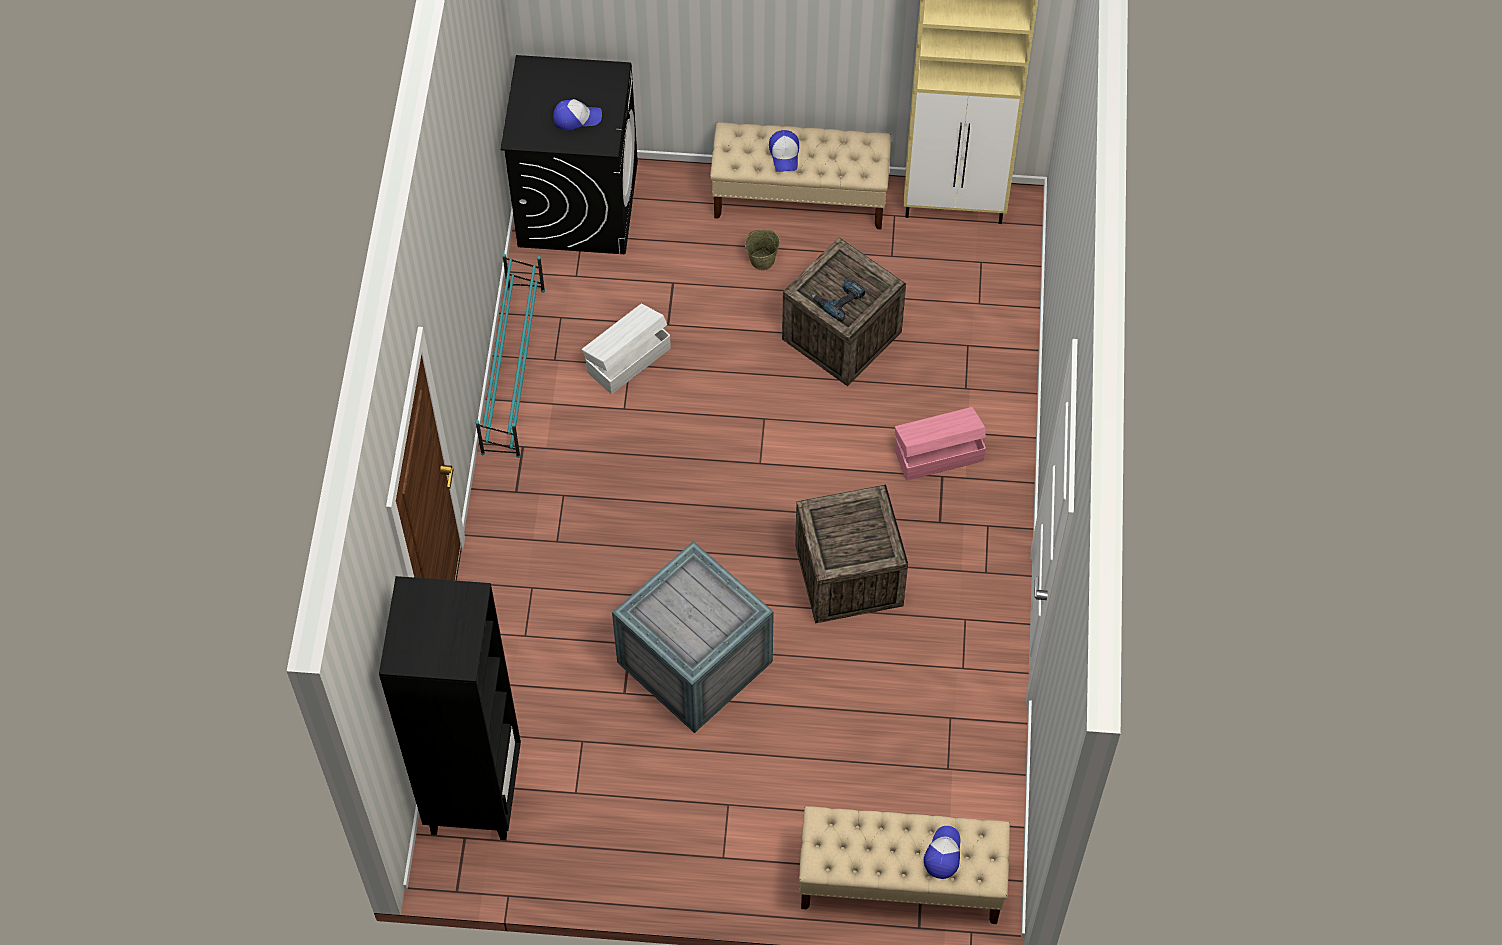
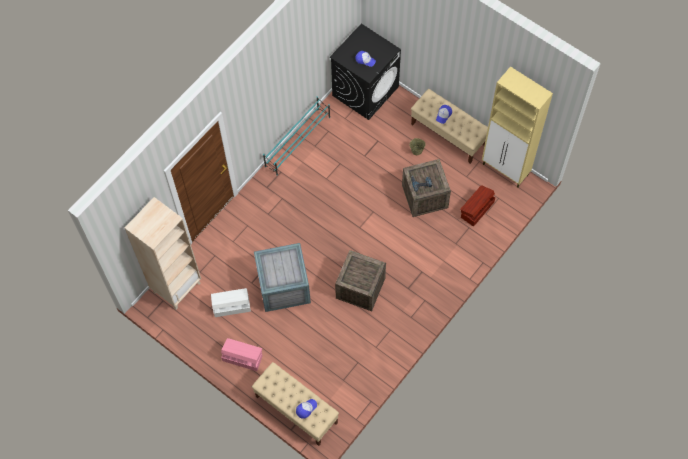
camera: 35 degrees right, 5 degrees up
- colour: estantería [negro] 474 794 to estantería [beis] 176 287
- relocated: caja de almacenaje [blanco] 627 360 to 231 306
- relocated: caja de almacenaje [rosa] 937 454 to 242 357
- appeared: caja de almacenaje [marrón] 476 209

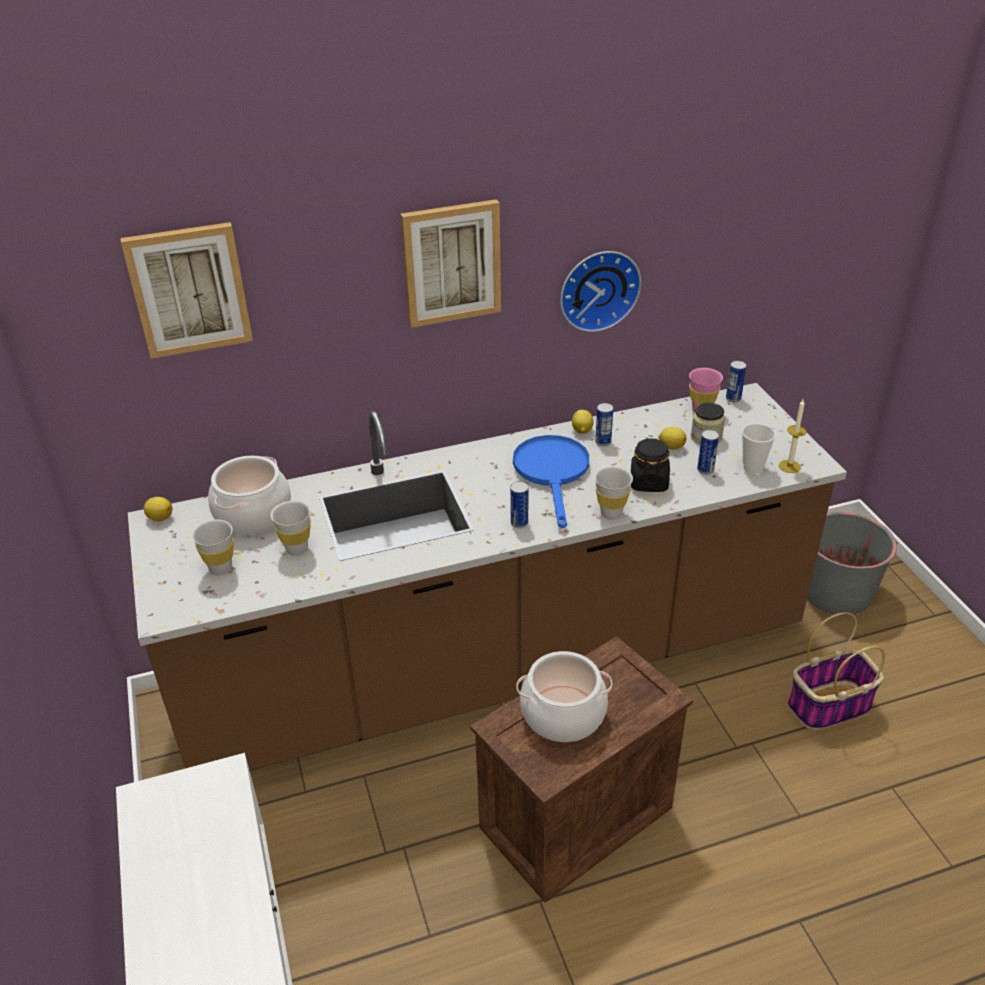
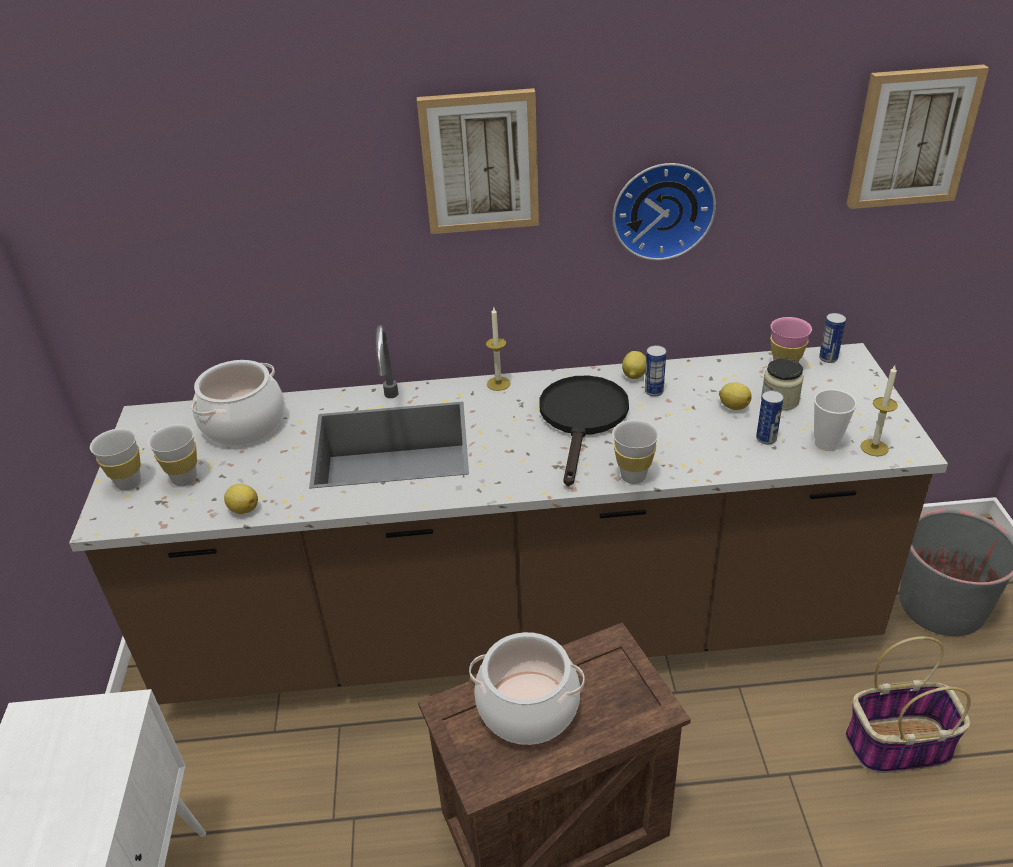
camera: 15 degrees right, 0 degrees up
- relocated: cuadro 189 289 to 912 137
- relocated: limón 159 518 to 243 509
- relocated: taza [blanco] 297 549 to 129 483
- missing: lata 519 523
- colour: sartén [azul] 552 473 to sartén [negro] 582 419
- missing: tarro [negro] 648 482
- appeared: vela 498 383

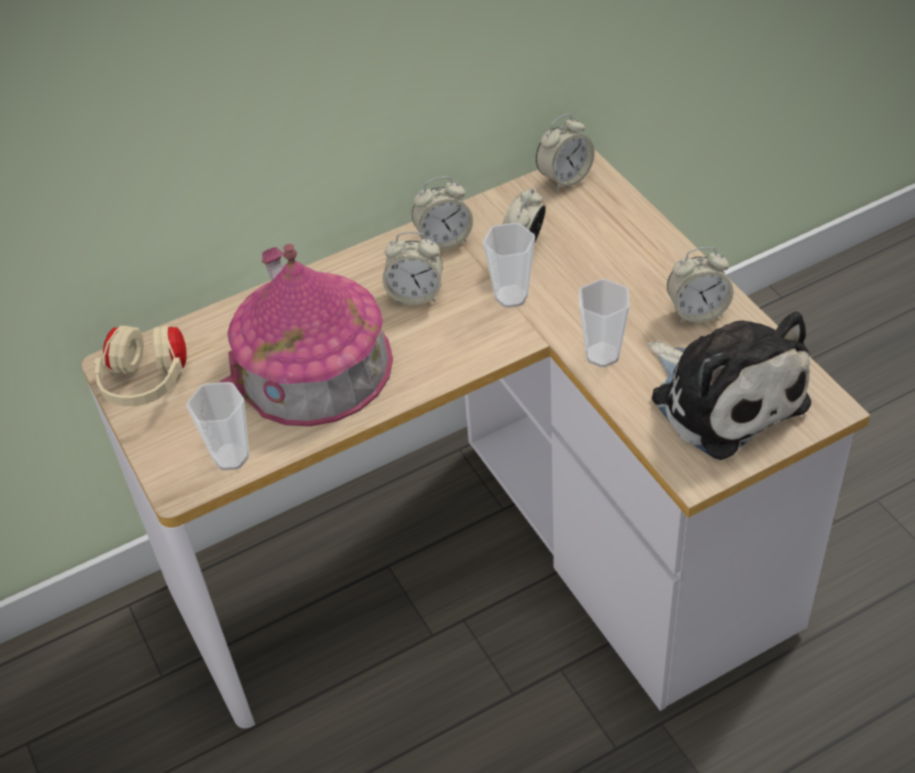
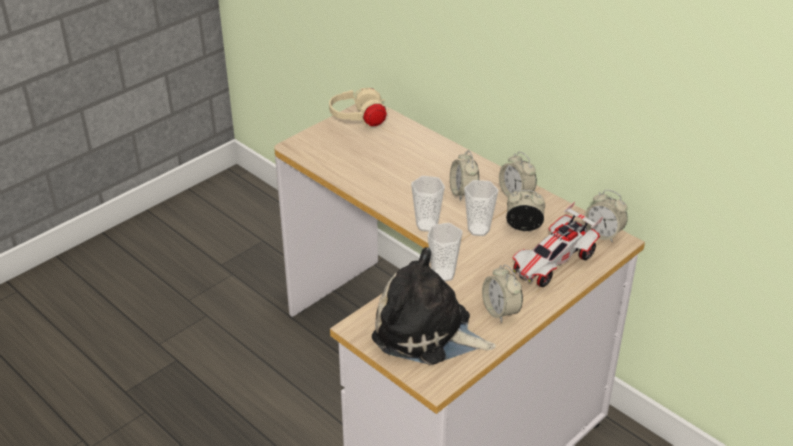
camera: 70 degrees right, 10 degrees down
- relocated: taza 231 457 to 427 225
- missing: casita 312 365
- spun: peluche 724 396 = 427 332 75 degrees clockwise
- appeared: coche de juguete 553 263

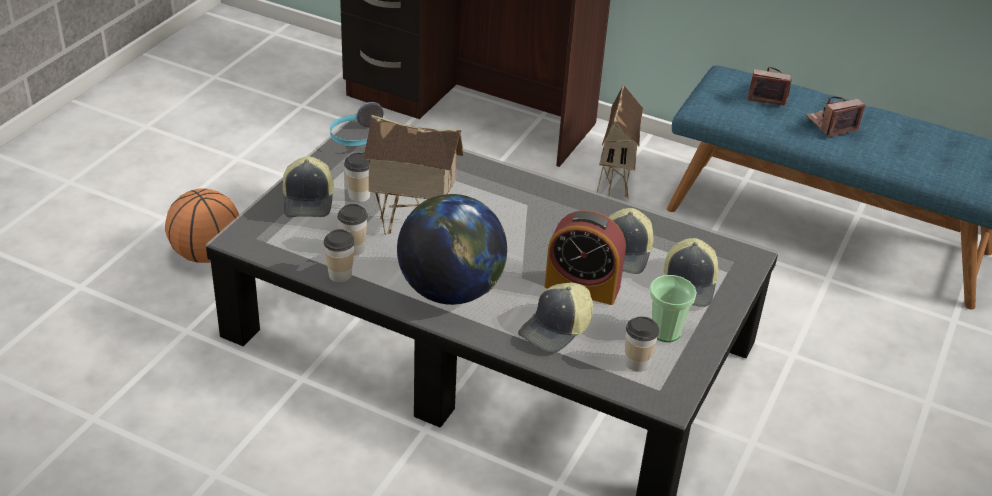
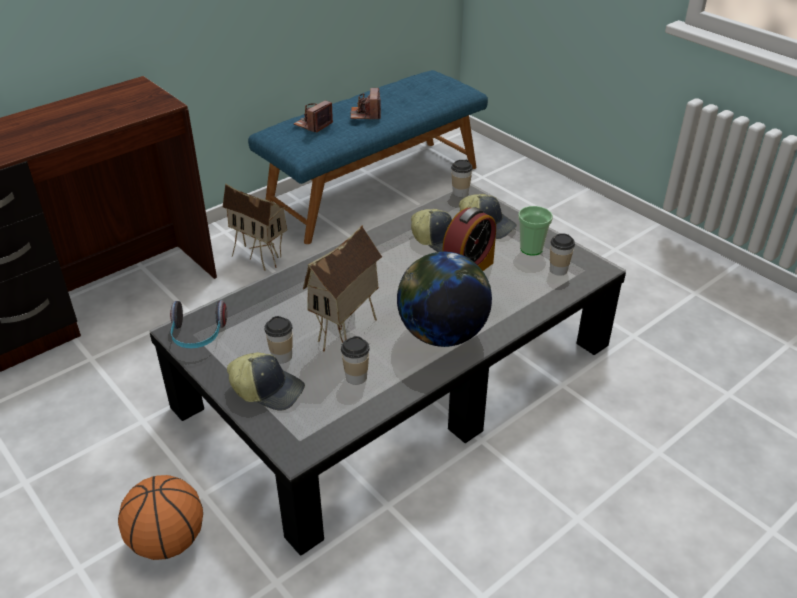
camera: 65 degrees left, 0 degrees up
- relocated: taza 340 274 to 460 193
- missing: gorra 557 329

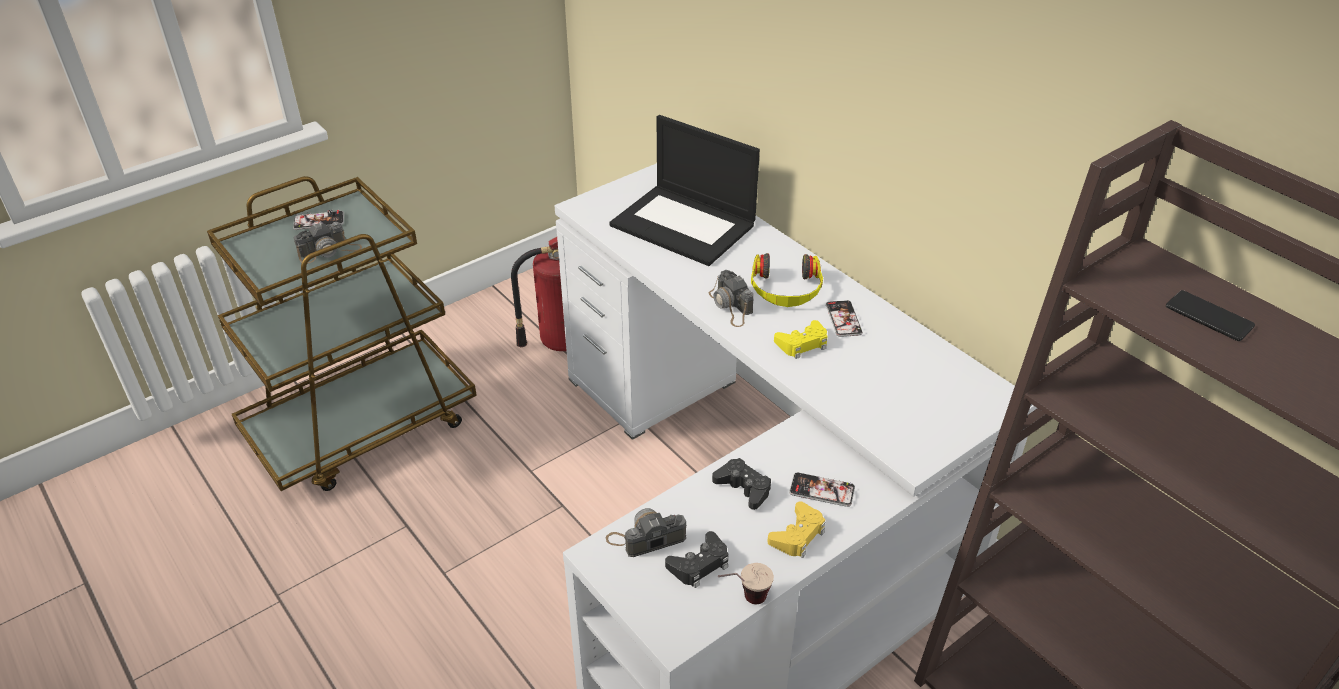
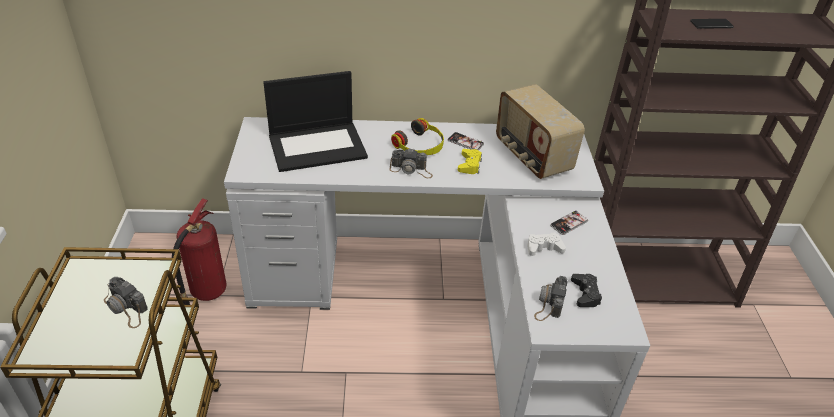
camera: 55 degrees left, 0 degrees up
- missing: móvil 319 221
- spun: cámara 329 251 = 126 308 120 degrees clockwise
- colour: mando de consola [negro] 743 488 to mando de consola [blanco] 543 248
- missing: taza 743 600
- missing: mando de consola [amarillo] 797 535
- appeared: radio 531 156

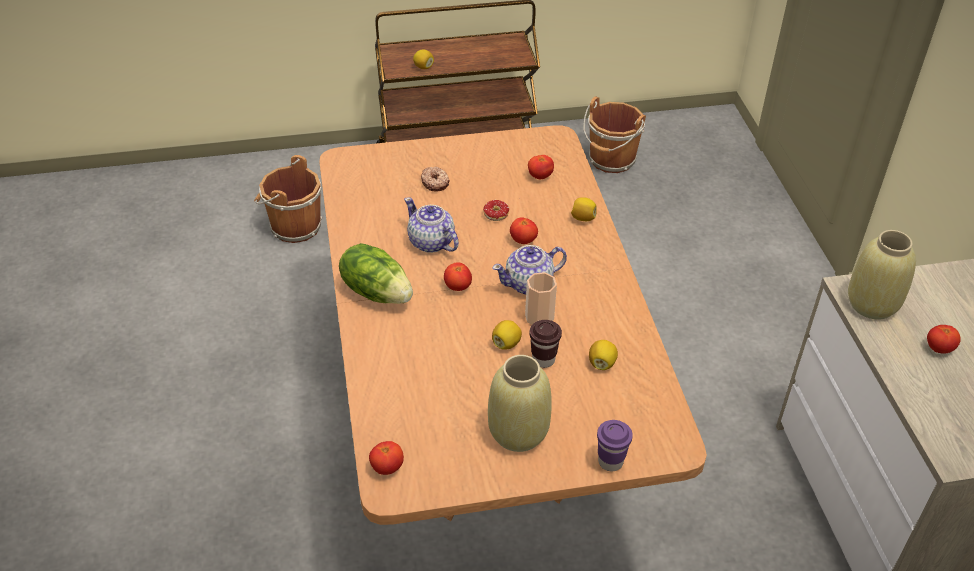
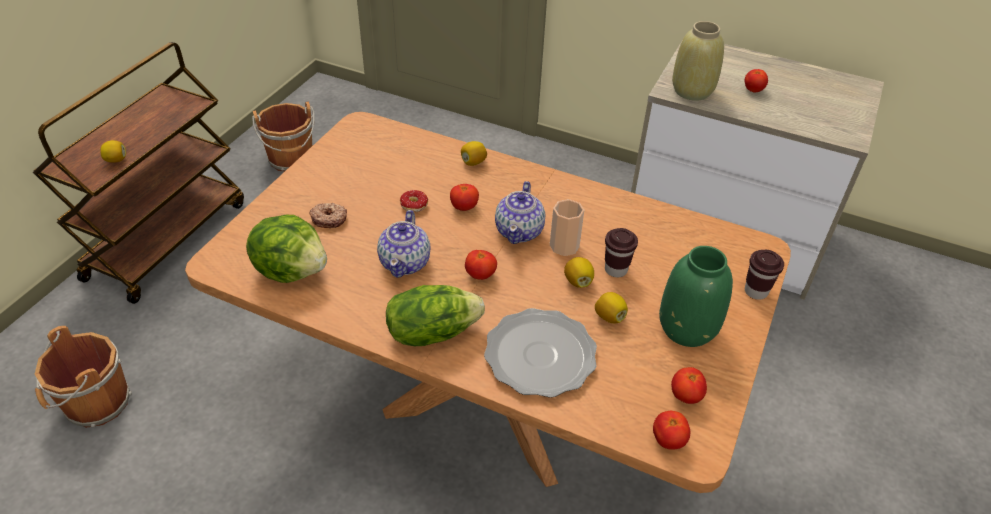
camera: 55 degrees left, 0 degrees up
- spun: tetera 431 242 = 405 262 75 degrees counterclockwise
- colour: florero [beis] 519 432 to florero [verde] 687 327
- relocated: tomate 540 176 to 685 396
- relocated: limón 602 363 to 609 316
- colour: taza [morado] 610 462 to taza [marrón] 756 291
- appeared: lechuga 292 270
- appeared: plato 539 355

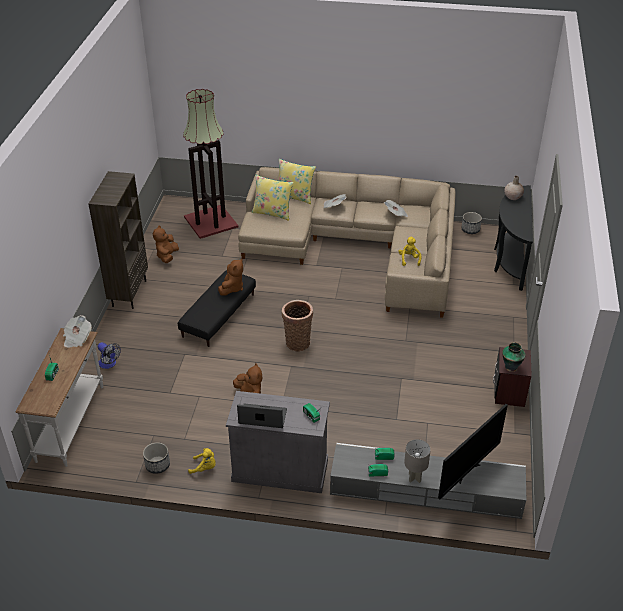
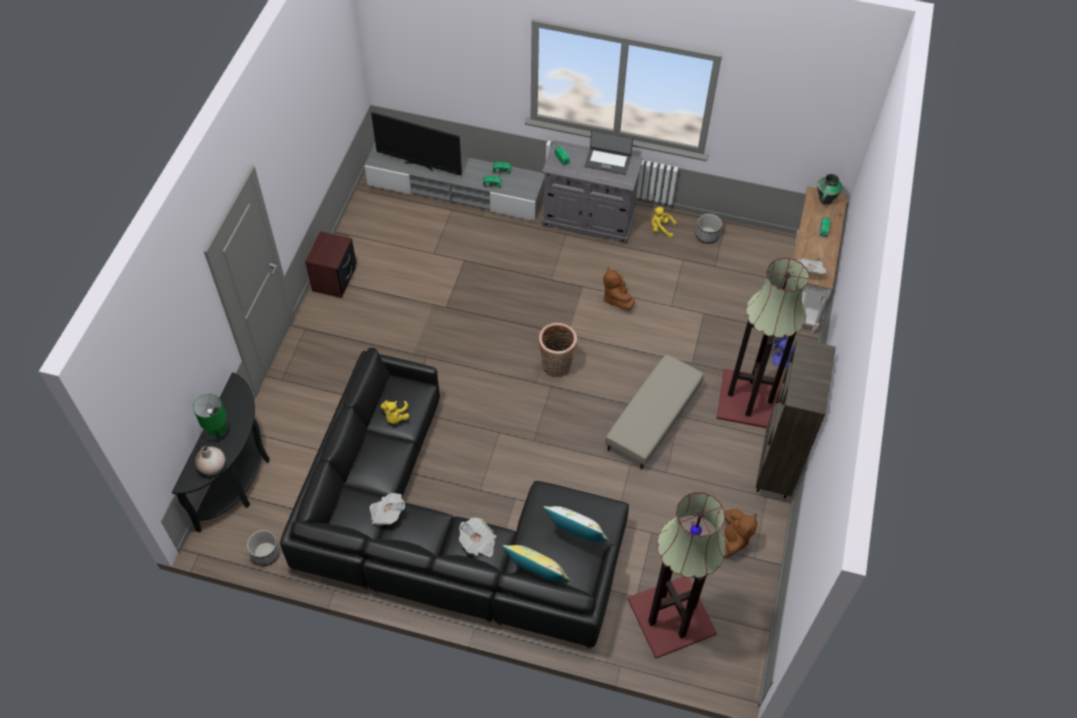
camera: 175 degrees left, 15 degrees up
- colour: puf [negro] 219 315 to puf [beis] 652 418
- missing: peluche [marrón] 232 288
- colour: sofá [beis] 358 247 to sofá [negro] 447 532
- colour: cojín [amarillo] 272 213 to cojín [blanco] 575 536
- missing: lámpara de mesa [gris] 414 478
- spun: televisor 467 472 = 420 165 120 degrees counterclockwise
- relocated: florero 511 367 to 825 200
- appeared: lámpara de mesa [verde] 218 432
- appeared: lámpara de pie 748 400

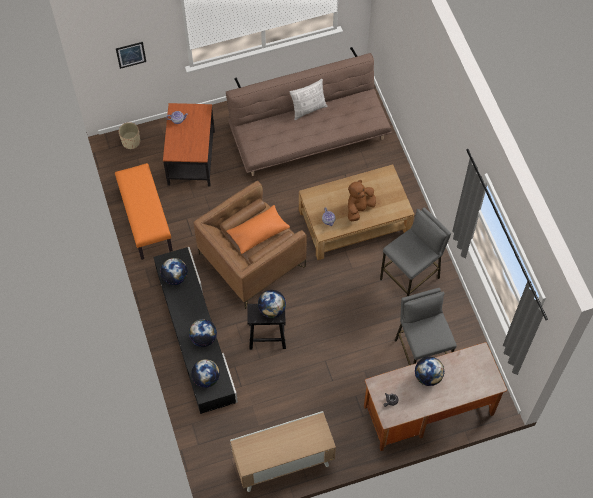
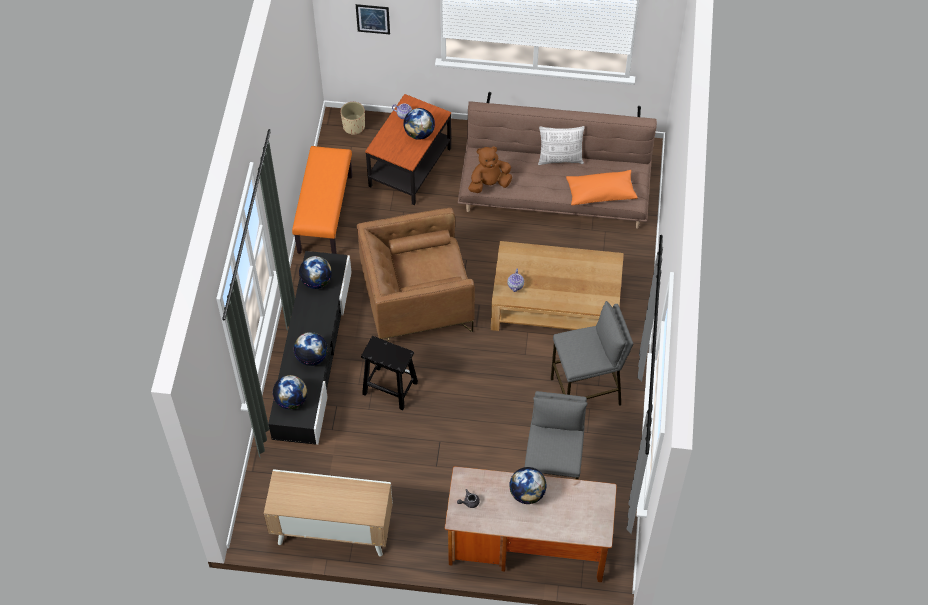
camera: 25 degrees right, 5 degrees down
- relocated: cojín [naranja] 258 233 to 600 193
- relocated: globo terráqueo 272 310 to 419 133
- relocated: peluche [marrón] 359 208 to 489 184

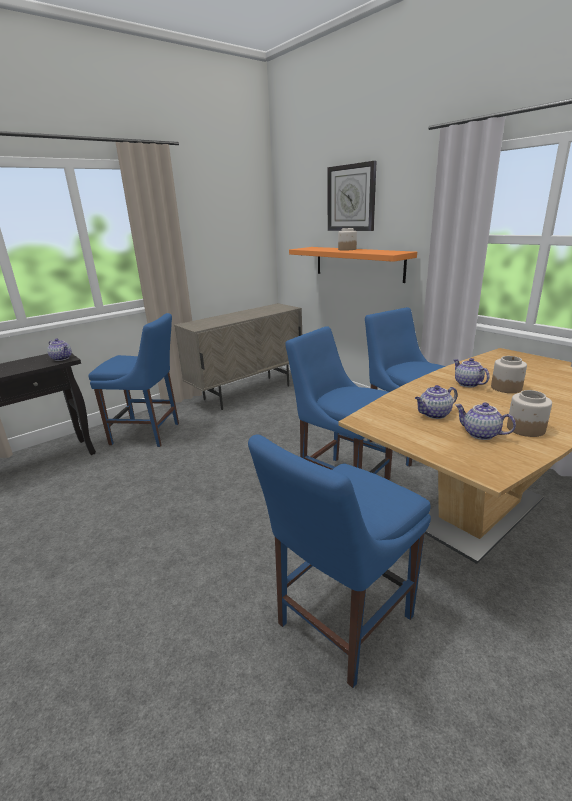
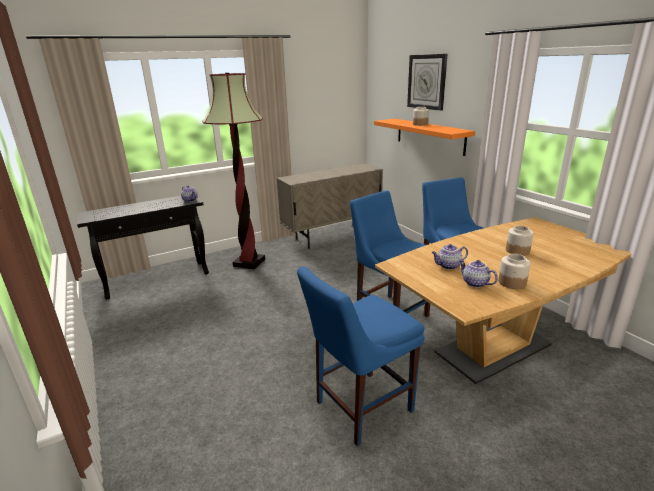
camera: 10 degrees right, 0 degrees up
- exchanged: silla [azul] 148 434 to lámpara de pie 249 262
- missing: tetera 467 384

